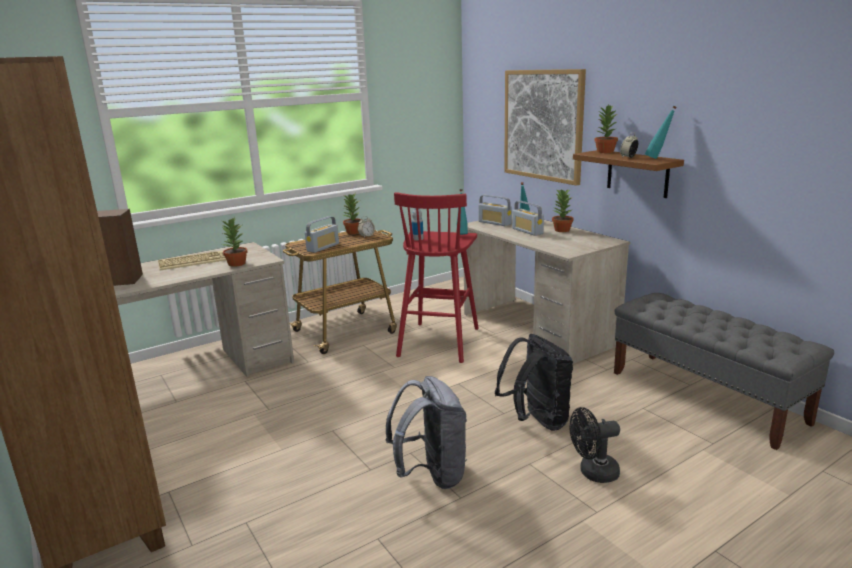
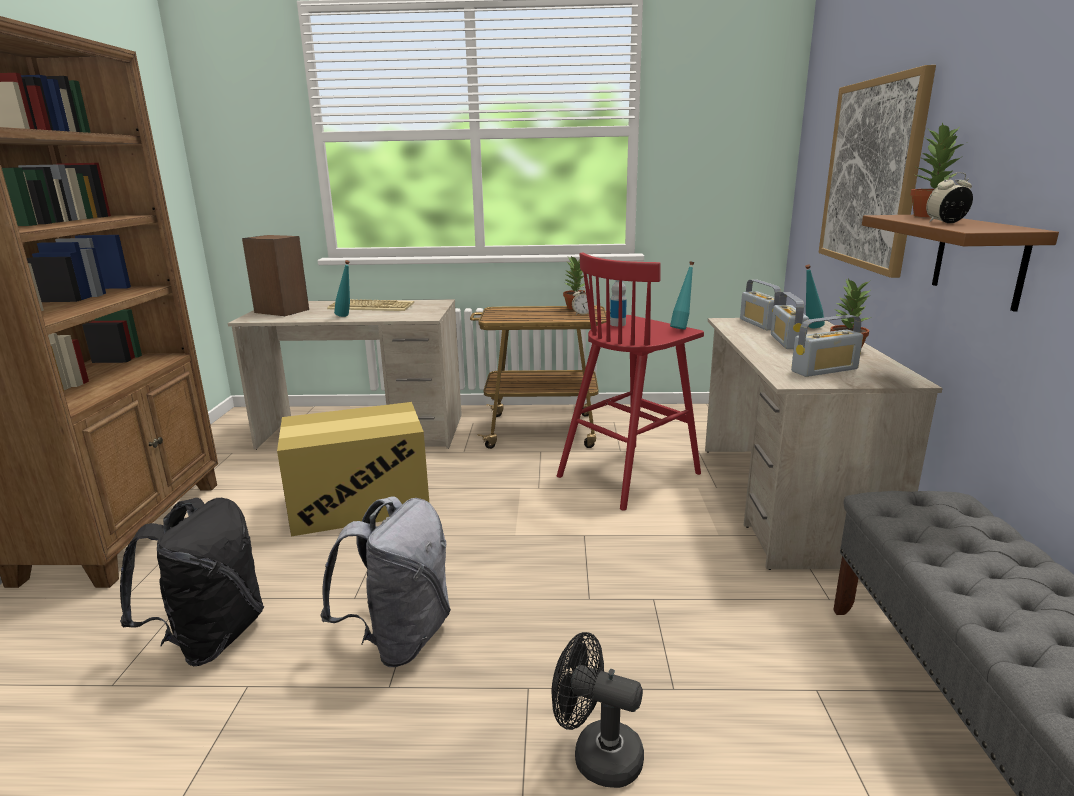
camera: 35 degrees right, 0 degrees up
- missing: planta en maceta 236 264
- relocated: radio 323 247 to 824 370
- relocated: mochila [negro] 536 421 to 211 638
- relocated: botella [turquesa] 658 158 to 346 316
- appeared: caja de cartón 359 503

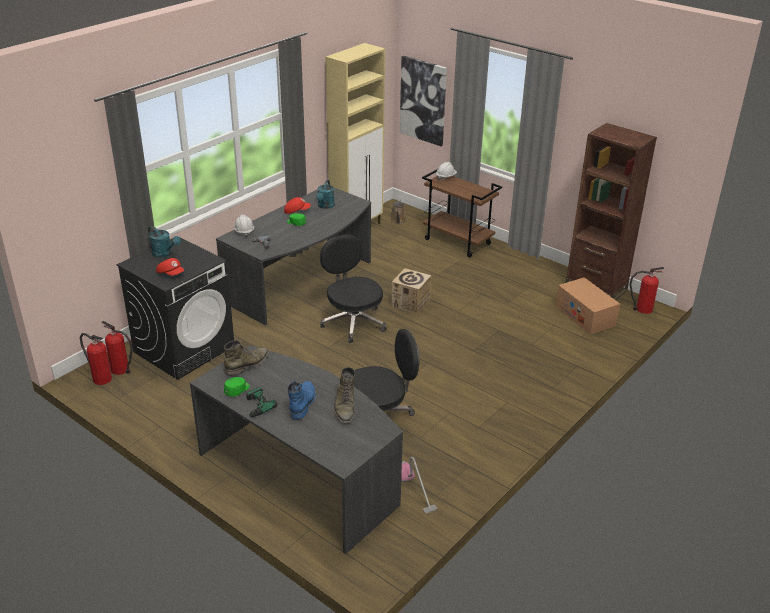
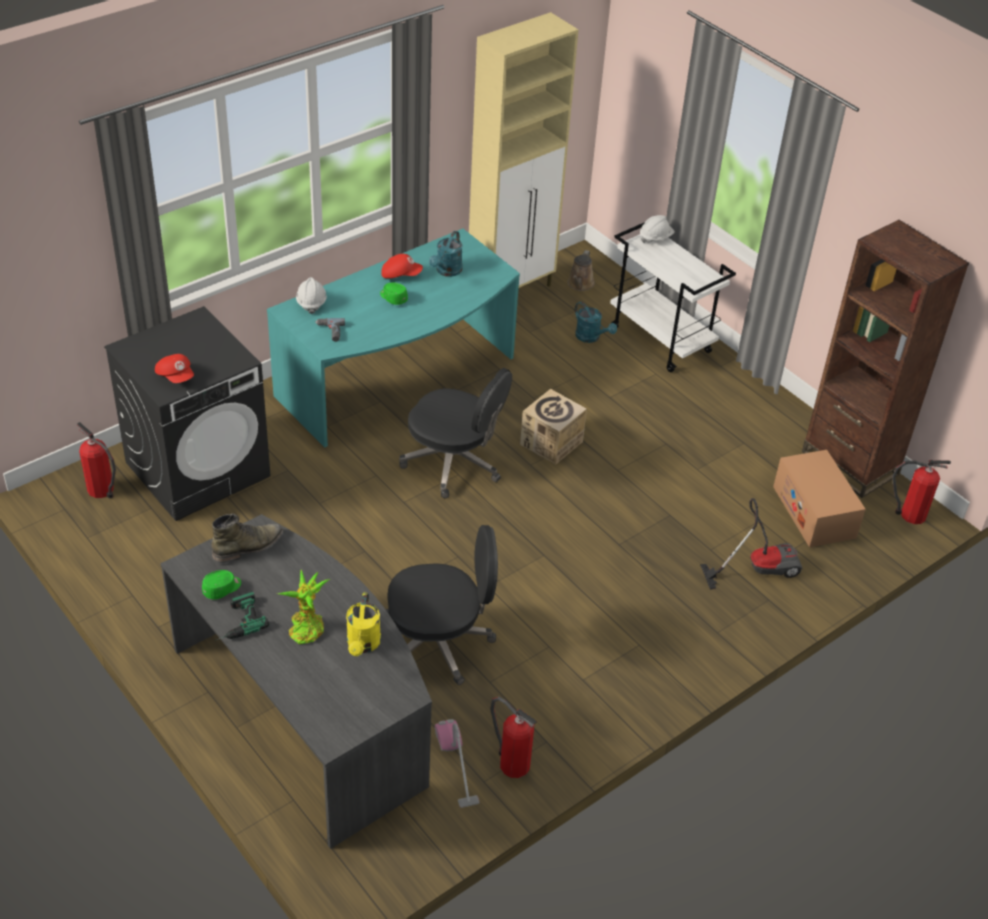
camera: 10 degrees right, 10 degrees up
- relocated: extintor 100 378 to 512 763
- relocated: regadera [turquesa] 165 254 to 591 337
- colour: escritorio [gris] 302 283 to escritorio [turquesa] 400 380
- exchanged: bota [azul] 302 403 to planta en maceta 306 627
- spun: silla de oficina [negro] 353 322 = 454 463 135 degrees clockwise
- exchanged: bota [verde] 345 407 to regadera [amarillo] 363 645
- missing: cuadro 423 100
- colour: carrito [marrón] 458 242 to carrito [blanco] 661 340
- appeared: aspiradora 758 567

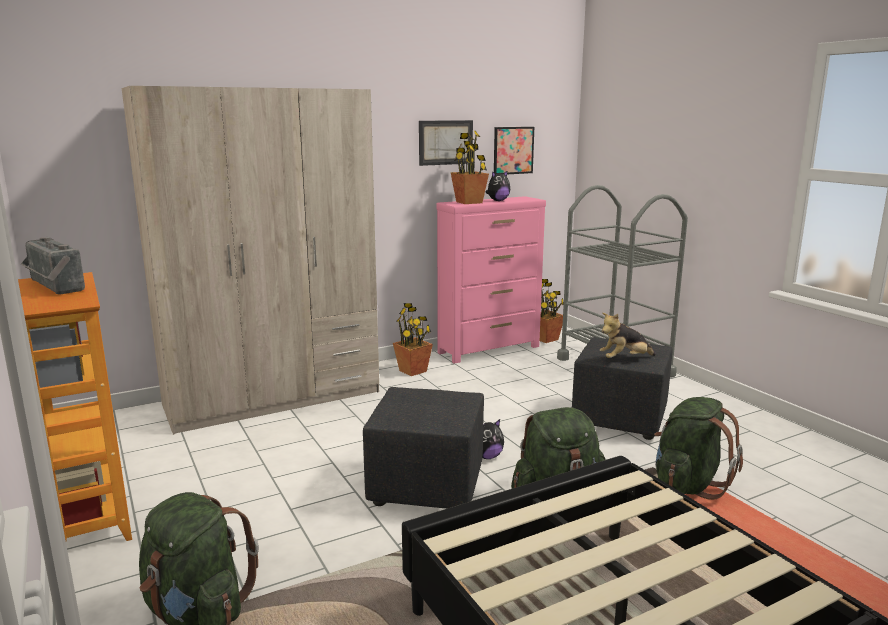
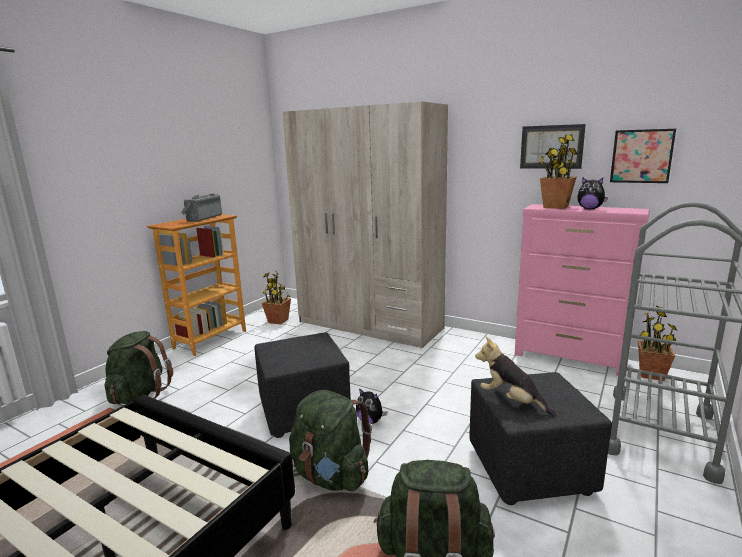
camera: 60 degrees right, 0 degrees up
- relocated: planta en maceta 413 371 to 278 321

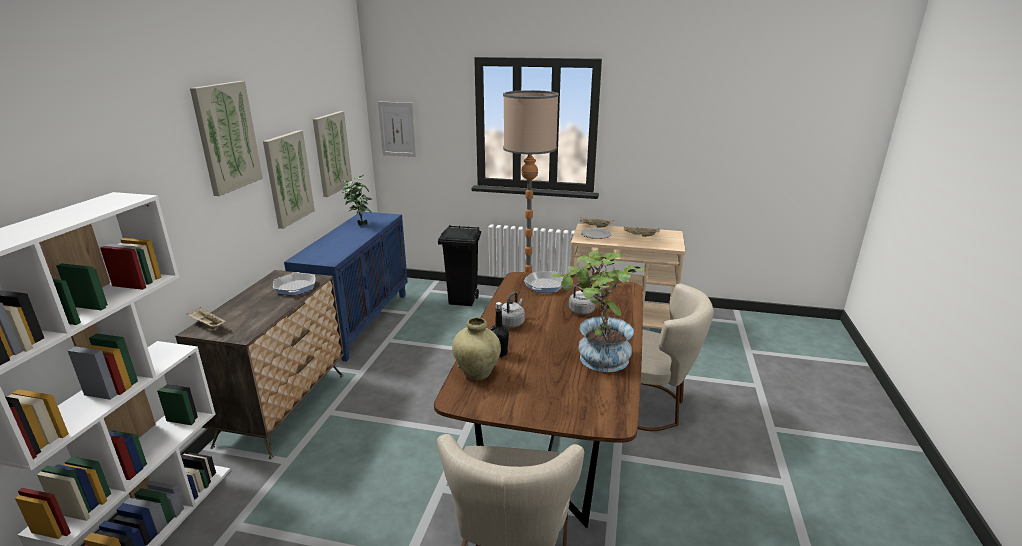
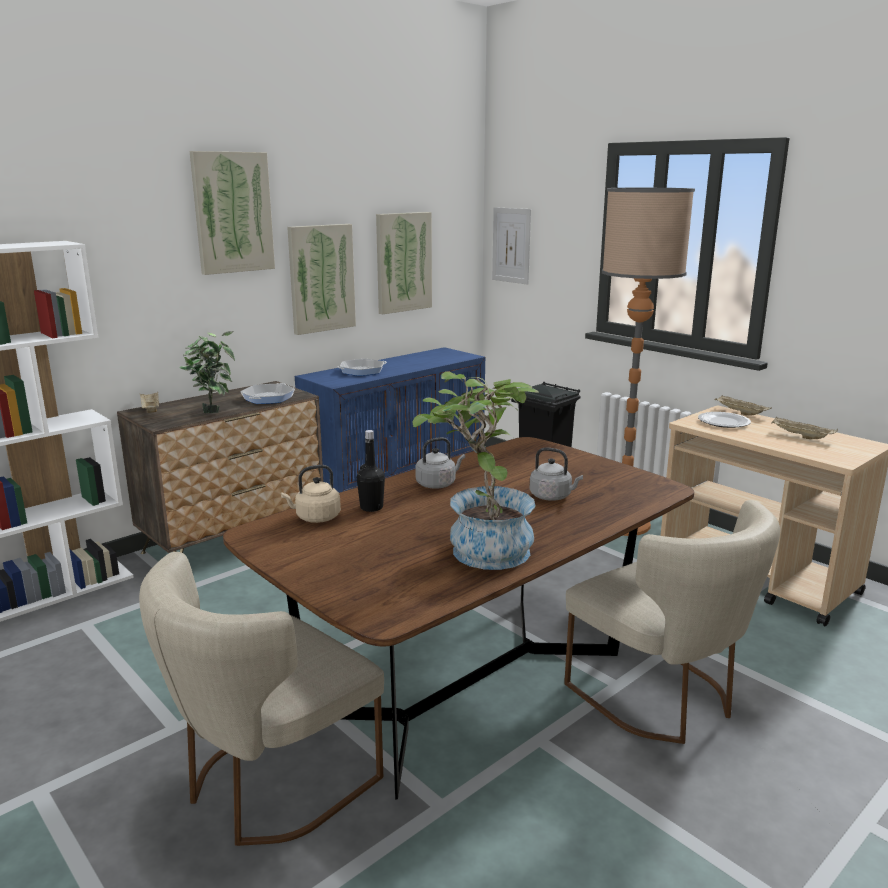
camera: 35 degrees right, 5 degrees down
- relocated: planta en maceta 359 224 to 213 411
- exchanged: florero [beis] 477 373 to hervidor [beis] 315 518
- relocated: sartén 545 285 to 362 371

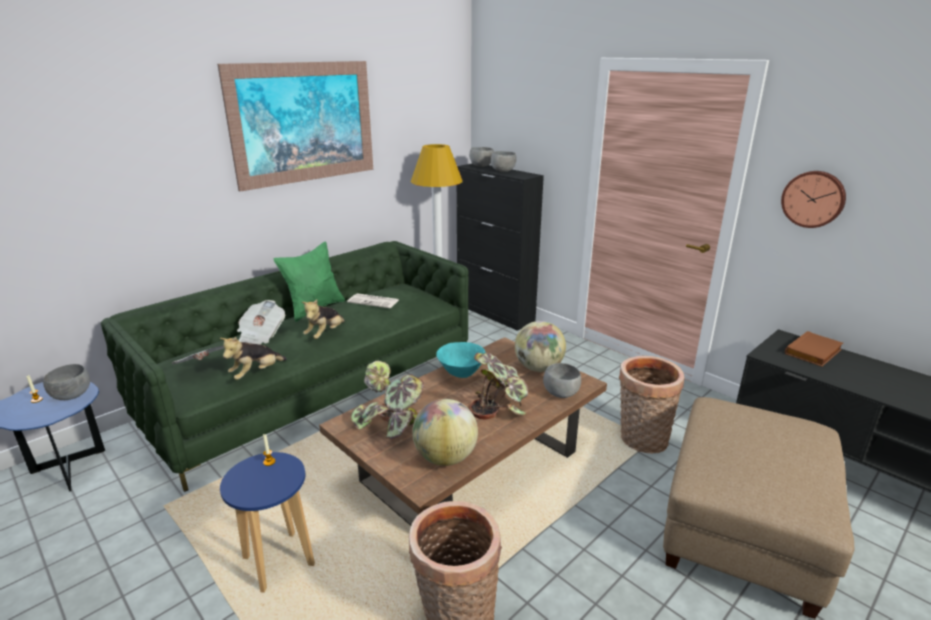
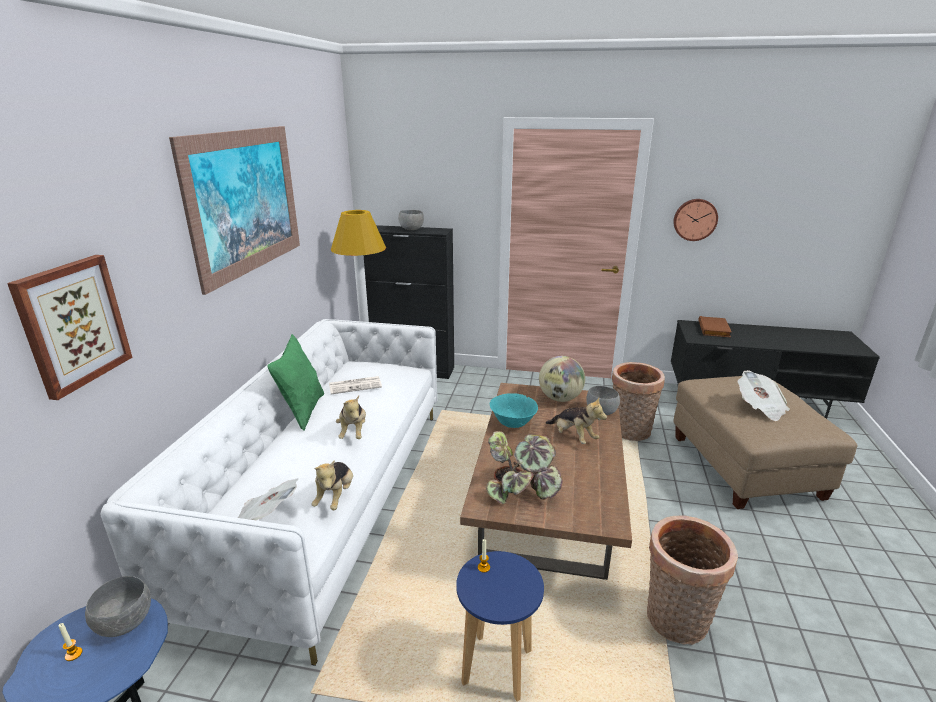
camera: 35 degrees left, 0 degrees up
- colour: sofá [verde] 316 389 to sofá [blanco] 328 498
- relocated: periódico 260 336 to 760 407
- missing: globo terráqueo 445 457
- missing: cuenco [gris] 481 166
- exchanged: planta en maceta 499 404 to peluche 573 437
- appeared: cuadro 73 324

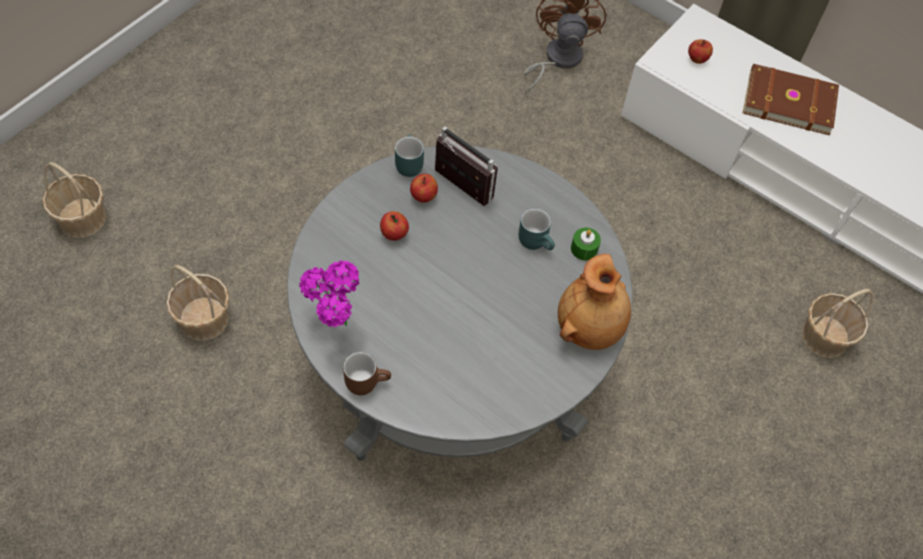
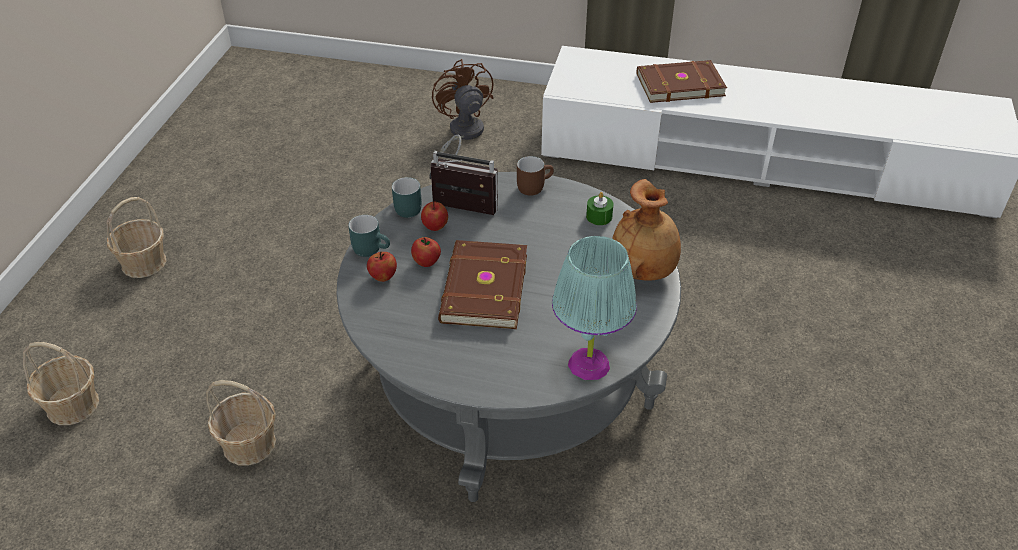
camera: 20 degrees left, 15 degrees down
- missing: planta en maceta 334 332
- relocated: taza grande [marrón] 366 380 to 533 186
- relocated: taza grande [turquesa] 537 241 to 372 248
- relocated: manzana 697 59 to 383 277
- relocated: cesta 824 337 to 143 263
- appeared: libro [marrón] 482 288
- appeared: lámpara de mesa [turquesa] 589 364

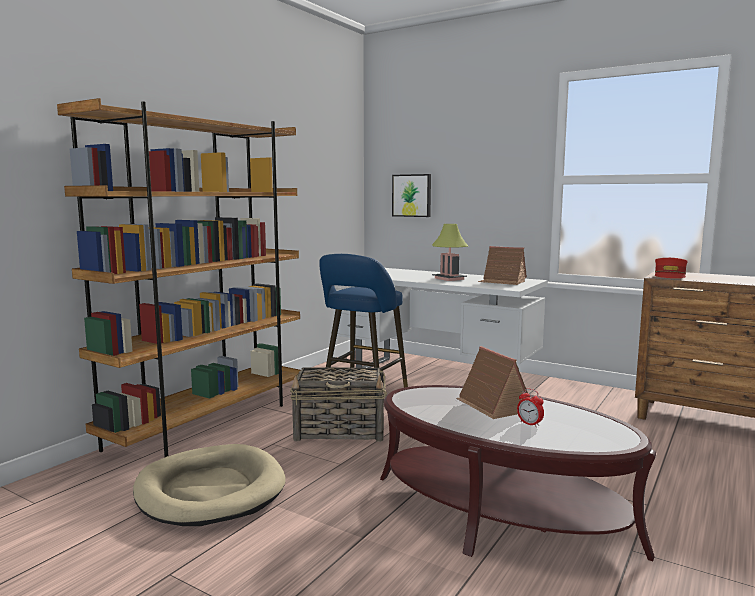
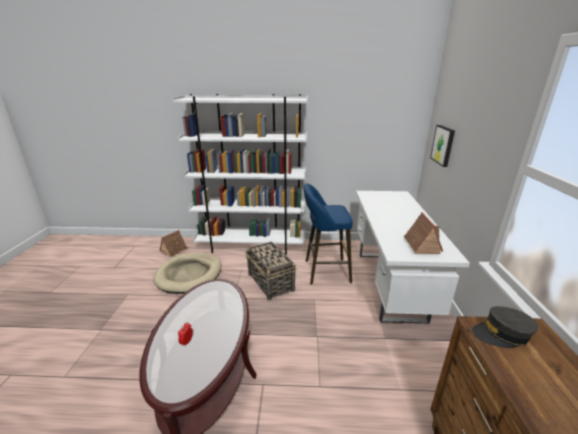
camera: 60 degrees right, 15 degrees up
- colour: estantería [marrón] 209 422 to estantería [blanco] 251 246
- missing: lámpara de mesa 449 279
- relocated: casita 492 406 to 174 250
- colour: gorra [rojo] 670 276 to gorra [gris] 502 334

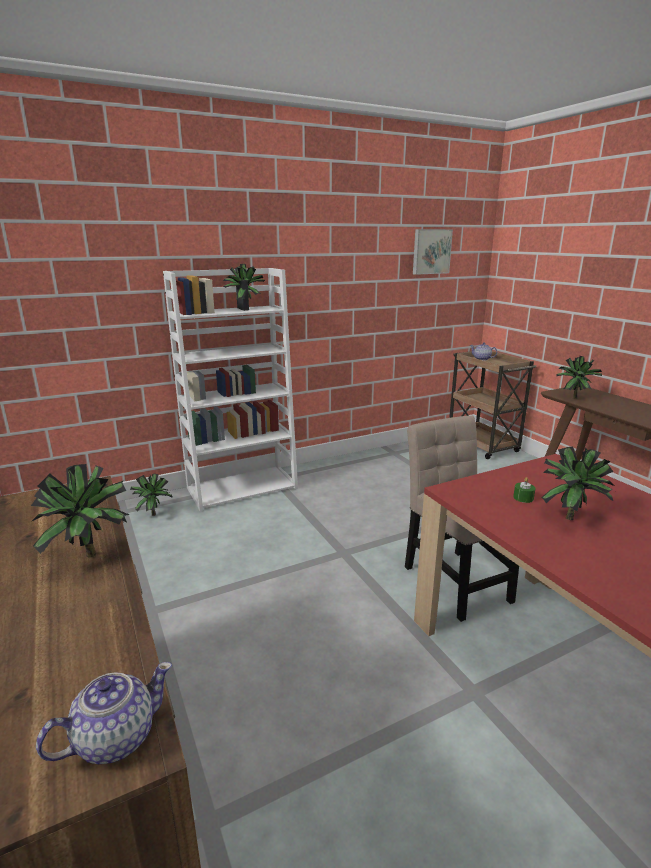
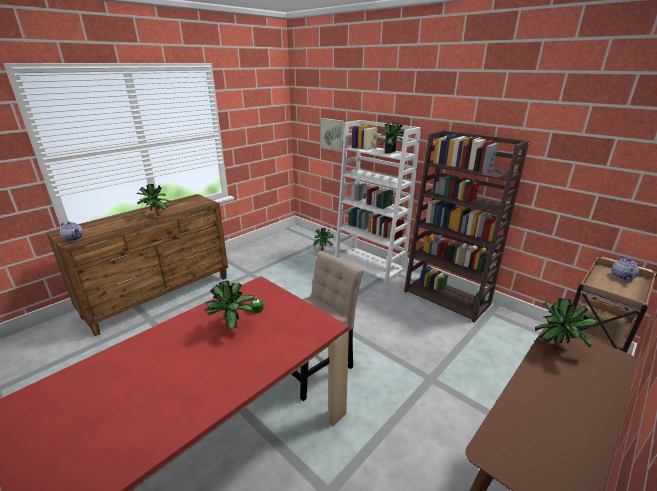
camera: 70 degrees right, 5 degrees up
- relocated: cuadro 431 251 to 333 134
- appeared: estantería [marrón] 447 297

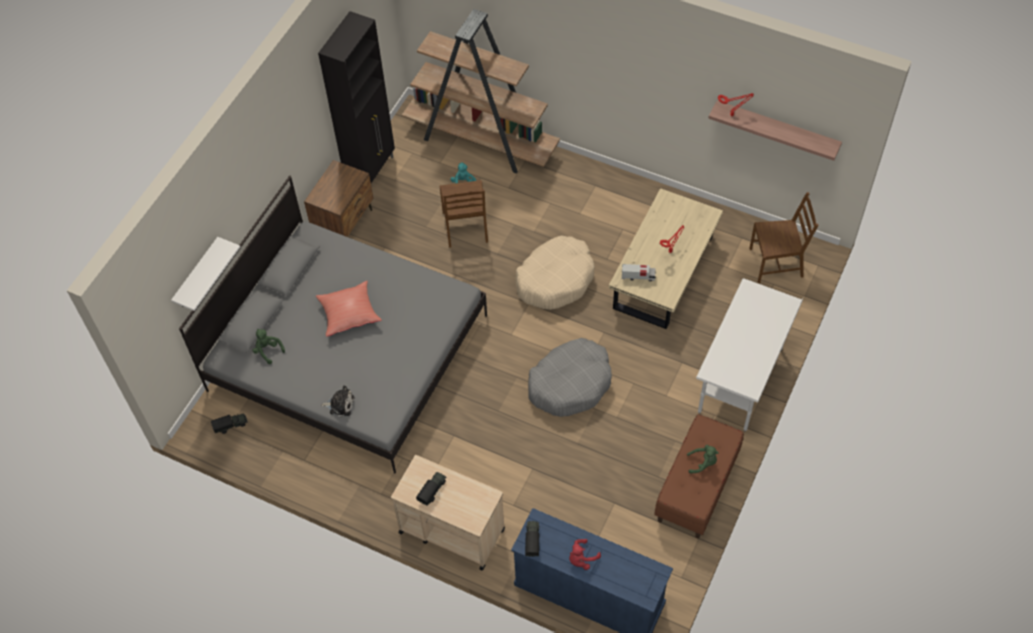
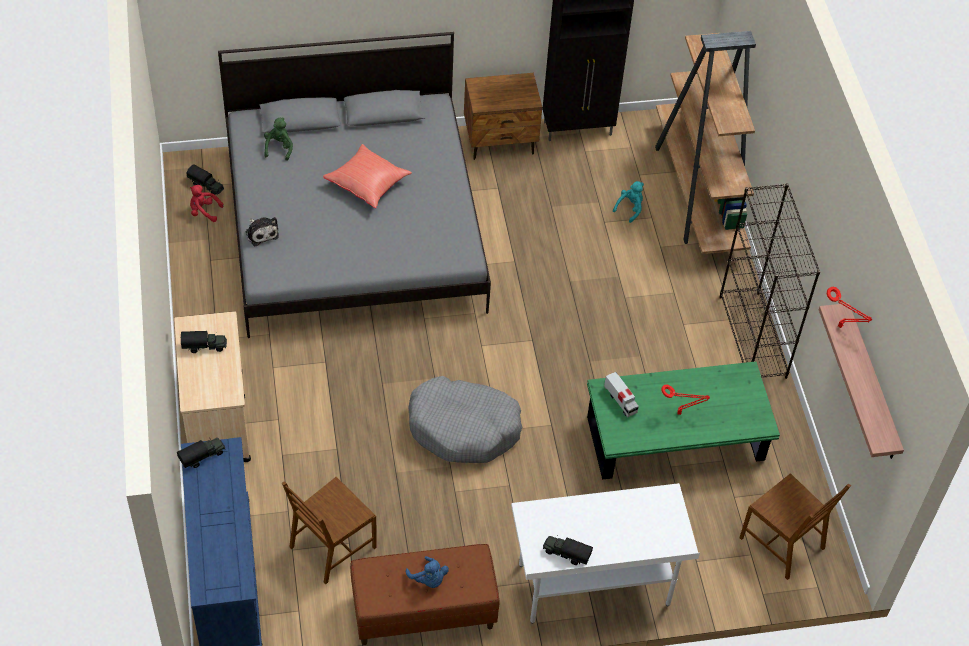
camera: 50 degrees right, 5 degrees down
- missing: estante [blanco] 197 275
- relocated: silla [marrón] 466 227 to 332 547
- missing: cama para perro [beis] 555 279
- relocated: peluche [rojo] 581 559 to 204 211
- colour: mesa de centro [beis] 664 271 to mesa de centro [verde] 675 439
- colour: peluche [verde] 703 463 to peluche [azul] 428 579
- appeared: camión de juguete 566 554
- appeared: estantería [negro] 753 337

